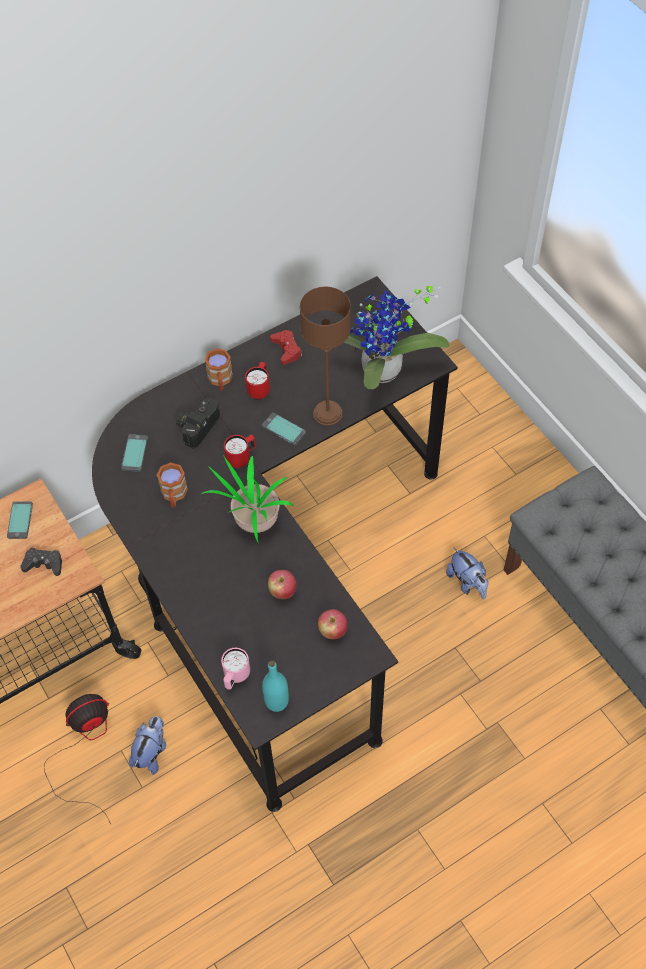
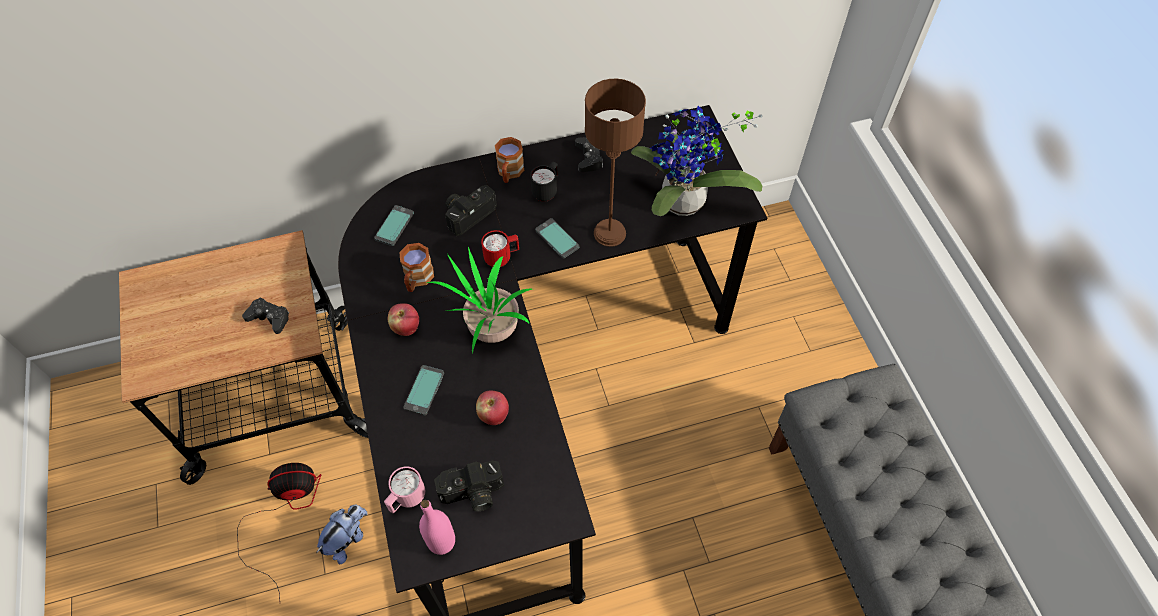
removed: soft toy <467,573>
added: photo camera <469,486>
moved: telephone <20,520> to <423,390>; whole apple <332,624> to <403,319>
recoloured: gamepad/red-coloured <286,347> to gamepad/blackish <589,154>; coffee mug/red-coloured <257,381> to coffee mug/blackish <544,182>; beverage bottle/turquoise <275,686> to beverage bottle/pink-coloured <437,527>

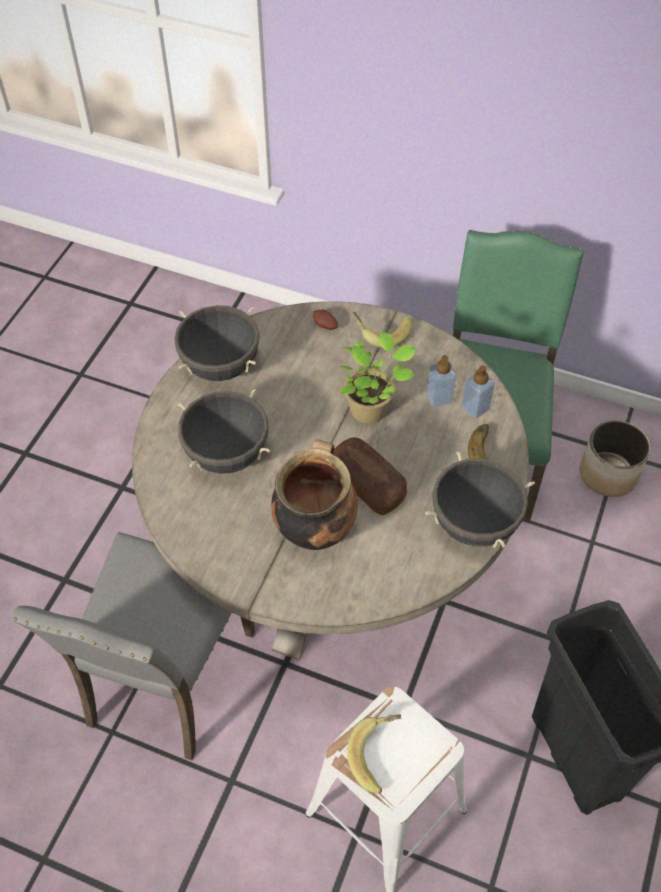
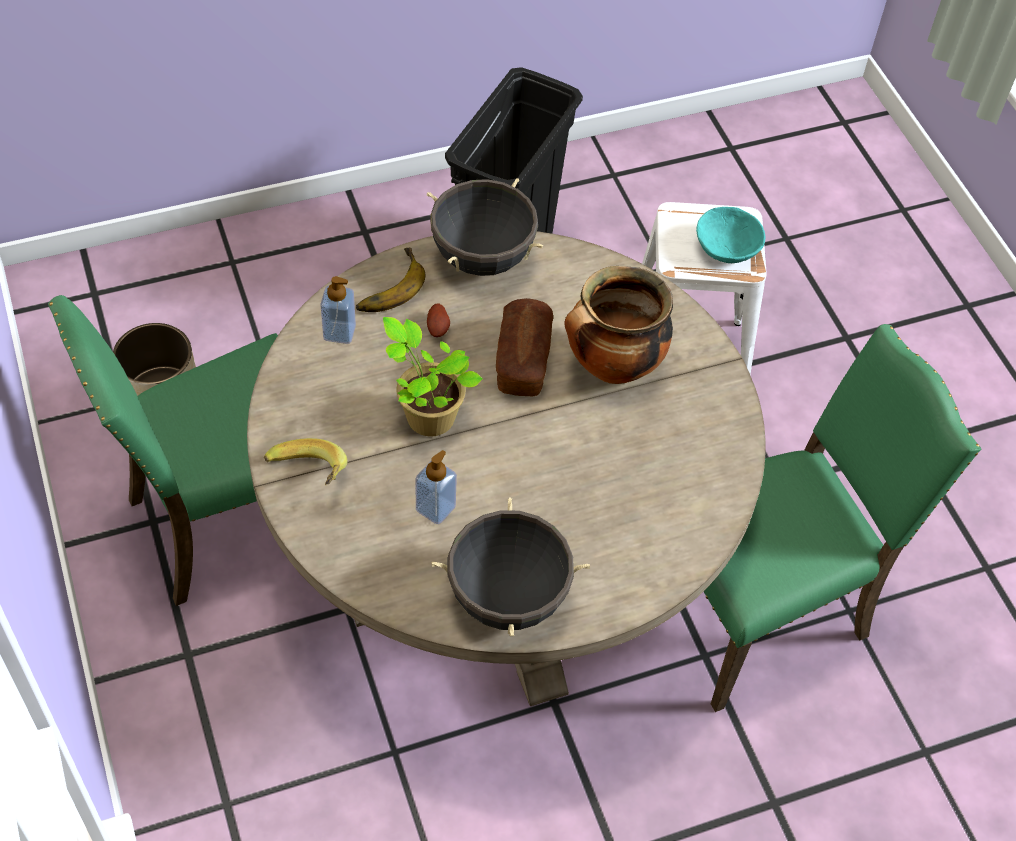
removed: cooking pot/blackish <224,431>
moved: whole potato <325,320> to <438,320>; soap bottle <441,381> to <436,487>
replaced: banana <374,754> to bowl/turquoise <730,235>
recoloured: upright chair/greyish <133,646> to upright chair/green-coloured <842,518>

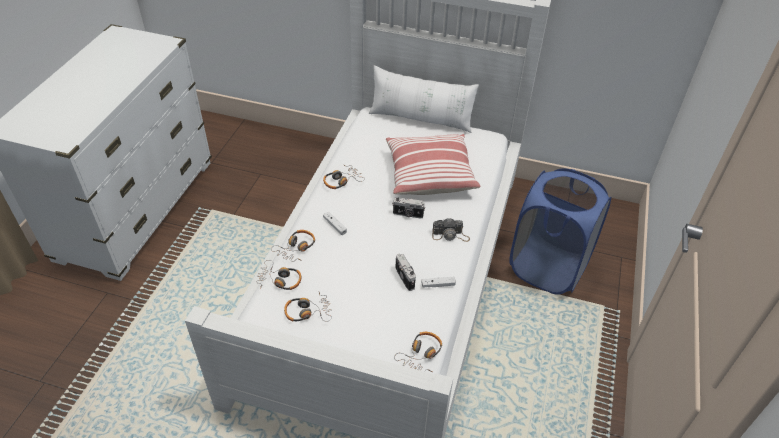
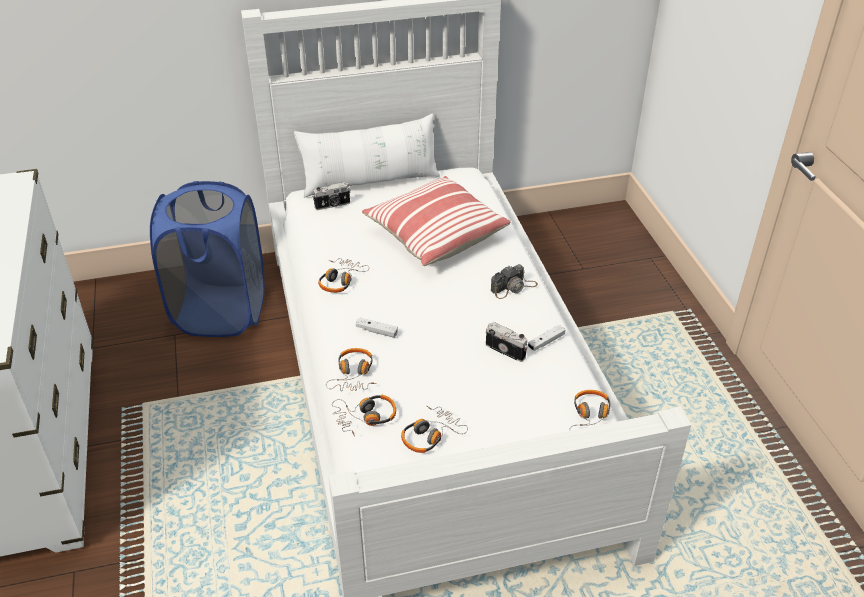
moved: washing basket/blue-coloured <560,231> to <207,259>; photo camera <408,208> to <331,196>

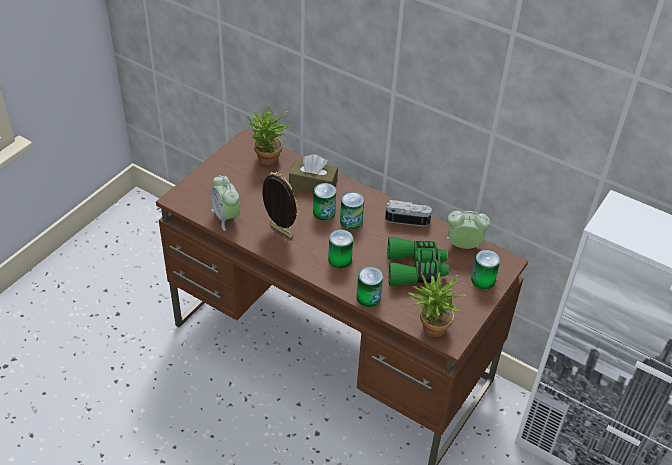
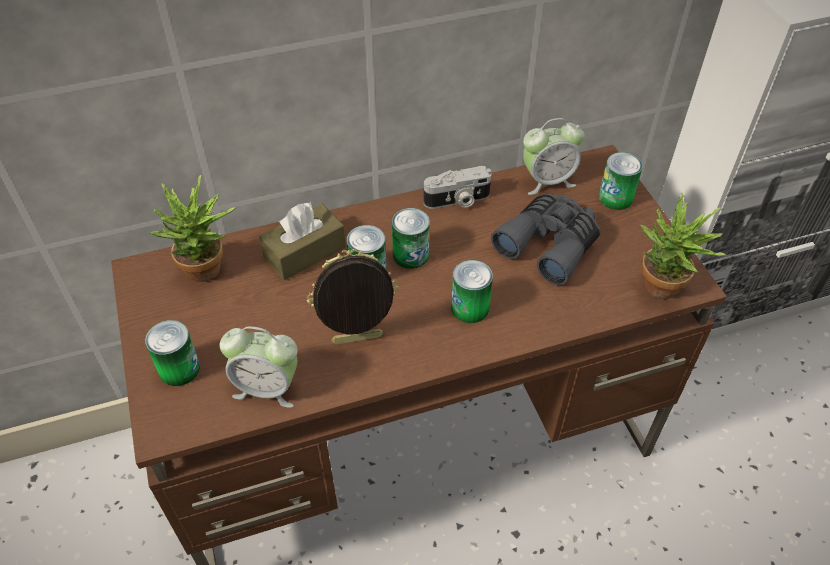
moved: can <369,287> to <172,353>
recoloured: binoculars/green-coloured <418,261> to binoculars/greyish <546,239>
turned: photo camera <408,213> = <457,187> 150 degrees counterclockwise; table clock <468,230> = <554,156> 150 degrees counterclockwise

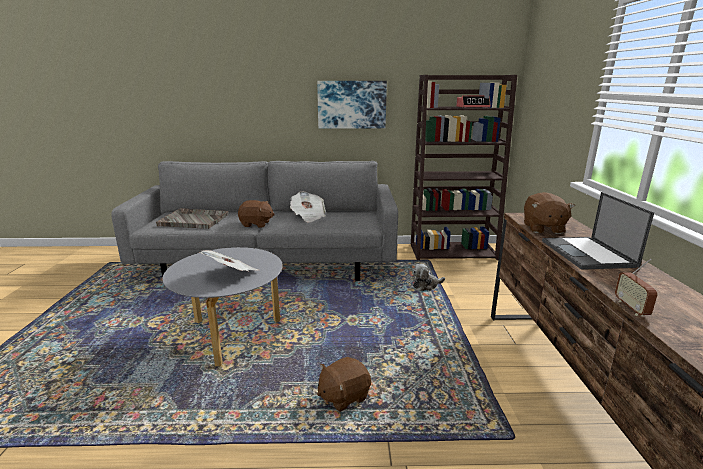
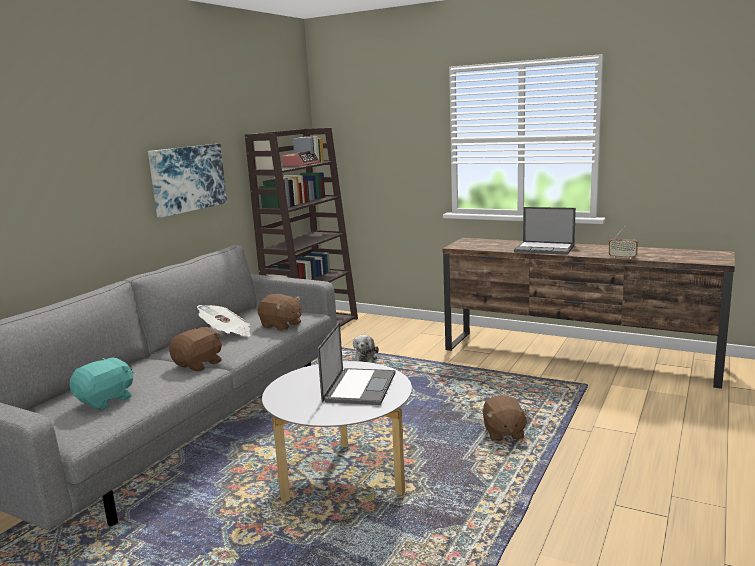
moved: soft toy/brownish <549,213> to <279,312>
replaced: tray/greyish <192,218> to soft toy/turquoise <101,383>; newspaper <228,260> to laptop <356,363>

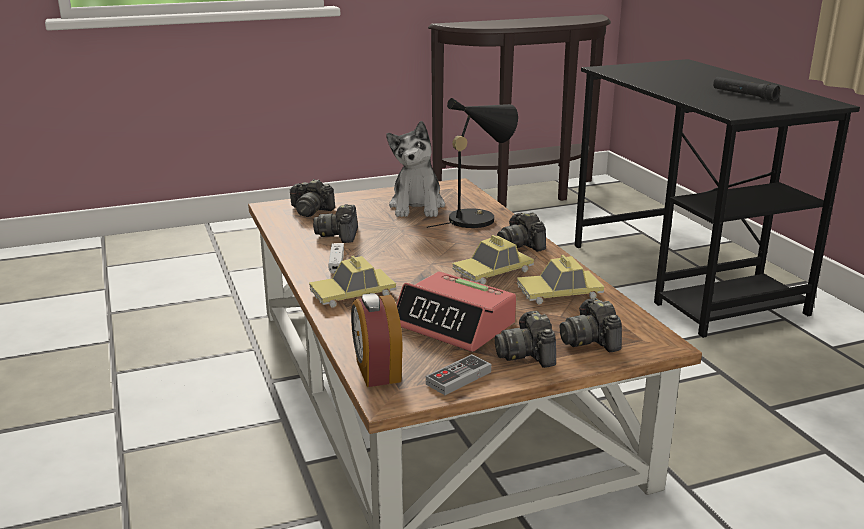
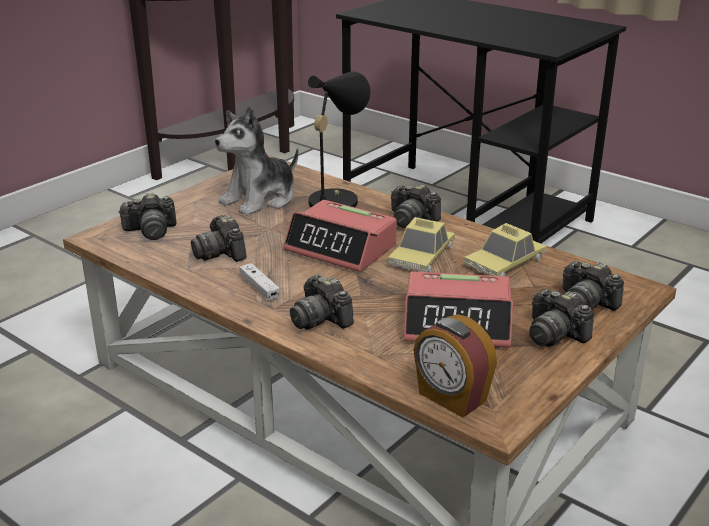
removed: torch/blackish <746,89>; gamepad <458,374>
added: table clock <340,236>
replaced: toy car <352,281> to photo camera <322,302>
turned: soft toy <415,169> = <257,161> 75 degrees clockwise

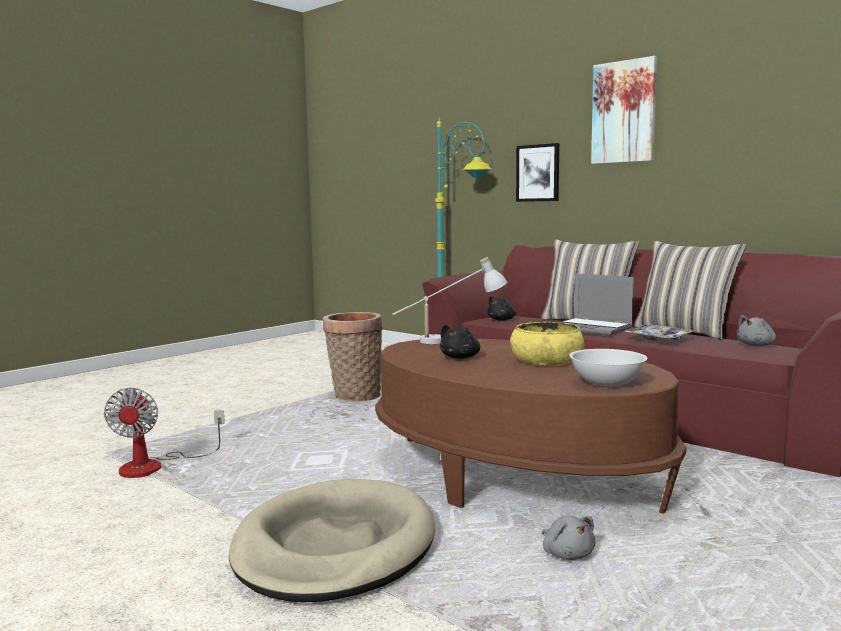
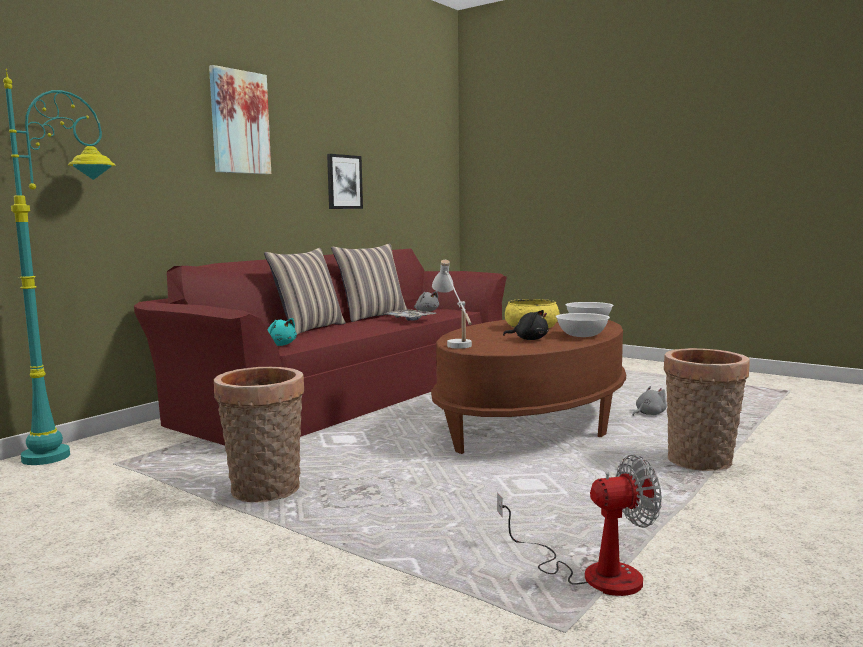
removed: laptop <597,304>
added: bowl/white-coloured <583,325>
moved: wall art <537,172> to <345,181>
replaced: pet bed/beige-coloured <332,540> to household basket <707,409>
recoloured: soft toy/blackish <502,308> to soft toy/turquoise <282,332>

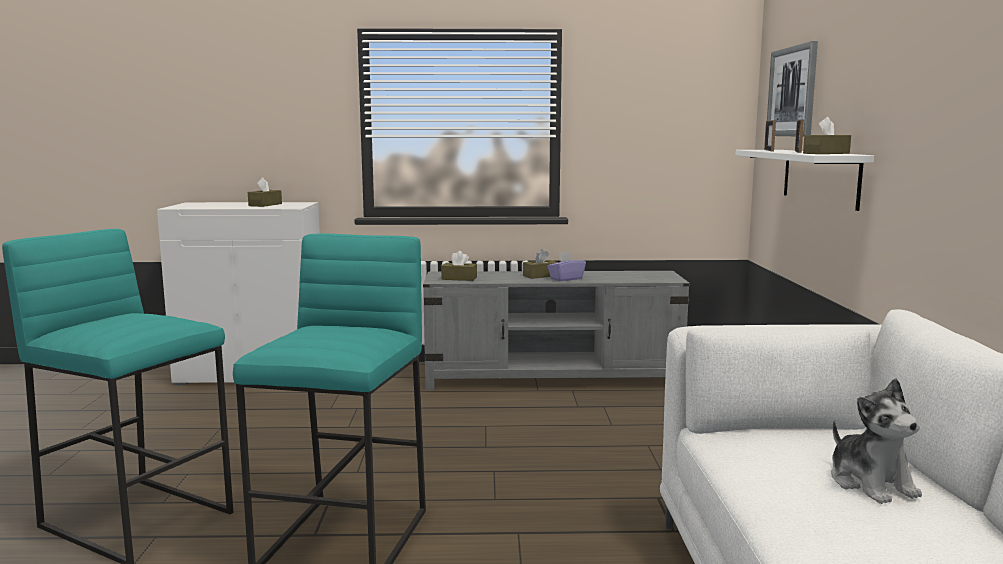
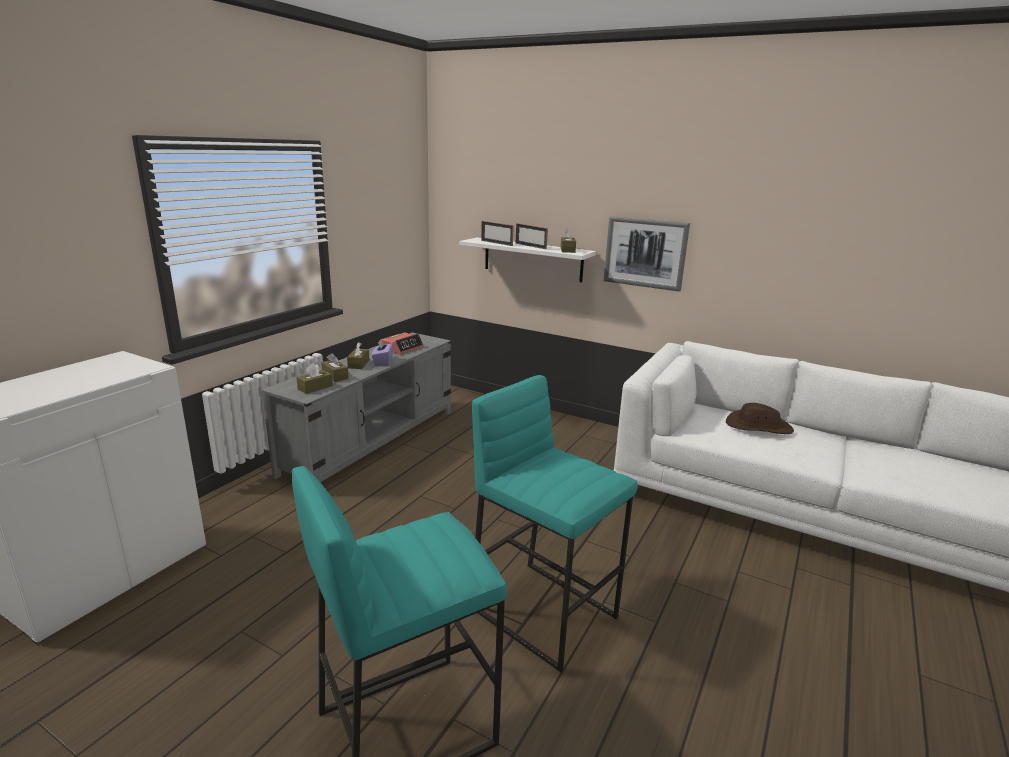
added: table clock <403,343>
moved: wall art <792,89> to <647,254>; tissue box/brownish <265,192> to <335,367>
replaced: soft toy <876,441> to clothing hat/brownish <760,418>

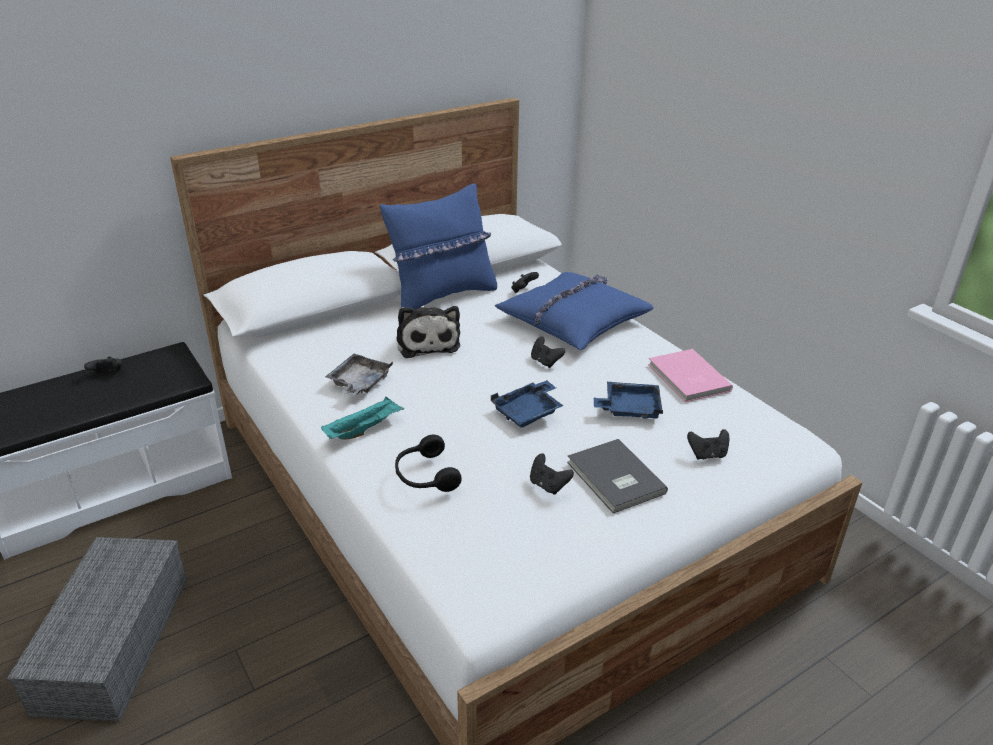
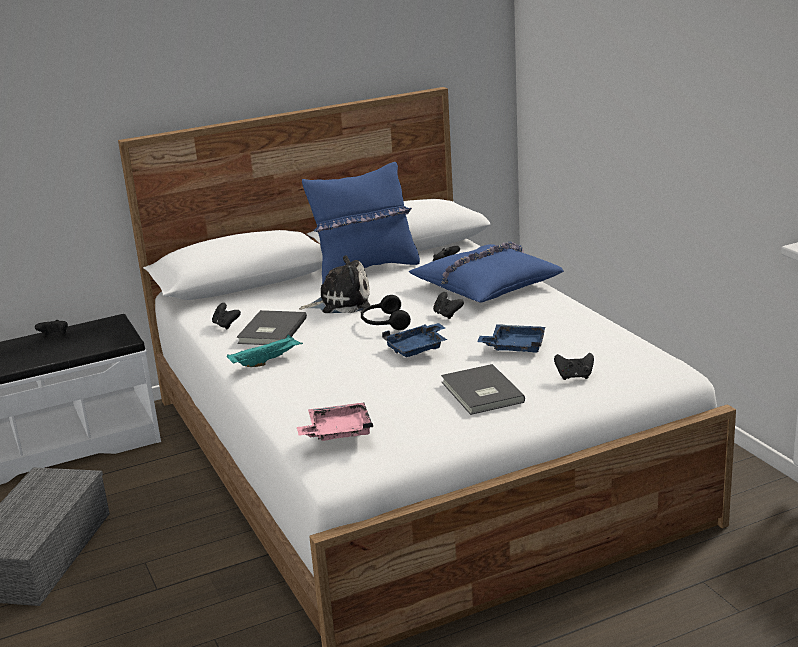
removed: book/pink-coloured <690,375>
added: tray/pink-coloured <335,422>
moved: headphones/blackish <428,463> to <386,312>; gamepad/blackish <552,474> to <226,316>
replaced: tray/greyish <359,375> to book/greyish <272,327>
turned: soft toy <428,332> = <334,284> 90 degrees counterclockwise

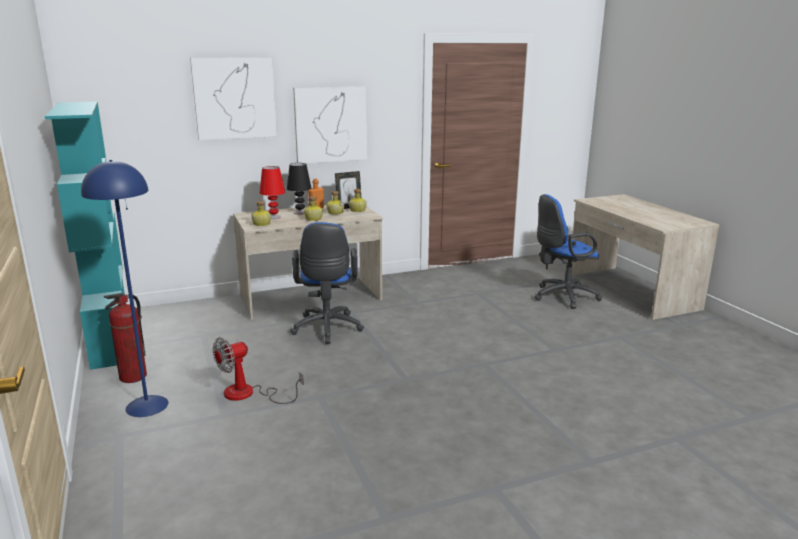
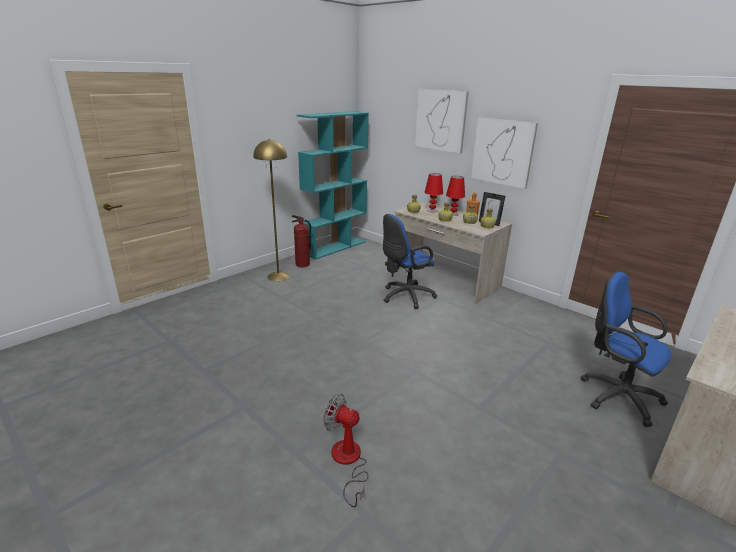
moved: electric fan <258,370> to <345,450>
recoloured: floor lamp/blue-coloured <125,288> to floor lamp/yellowish <271,210>; lamp for a table/blackish <299,189> to lamp for a table/red-coloured <455,196>

